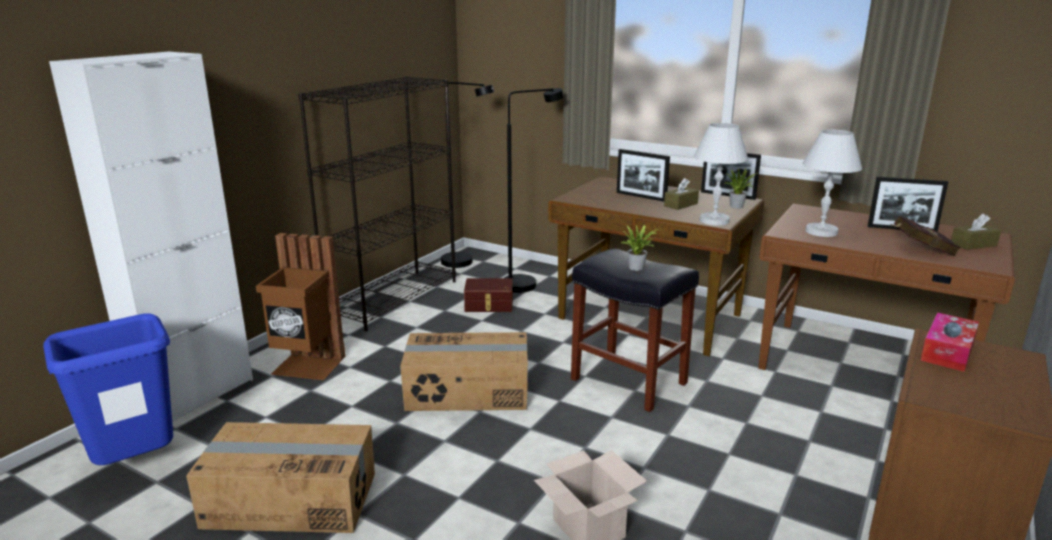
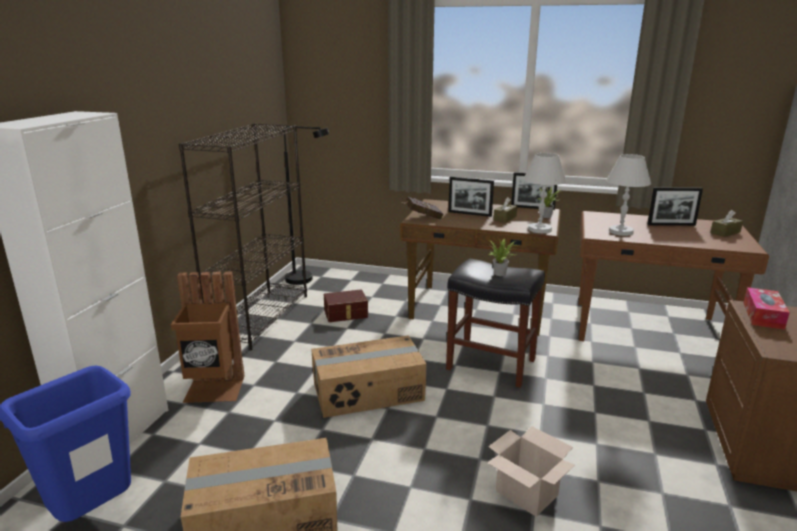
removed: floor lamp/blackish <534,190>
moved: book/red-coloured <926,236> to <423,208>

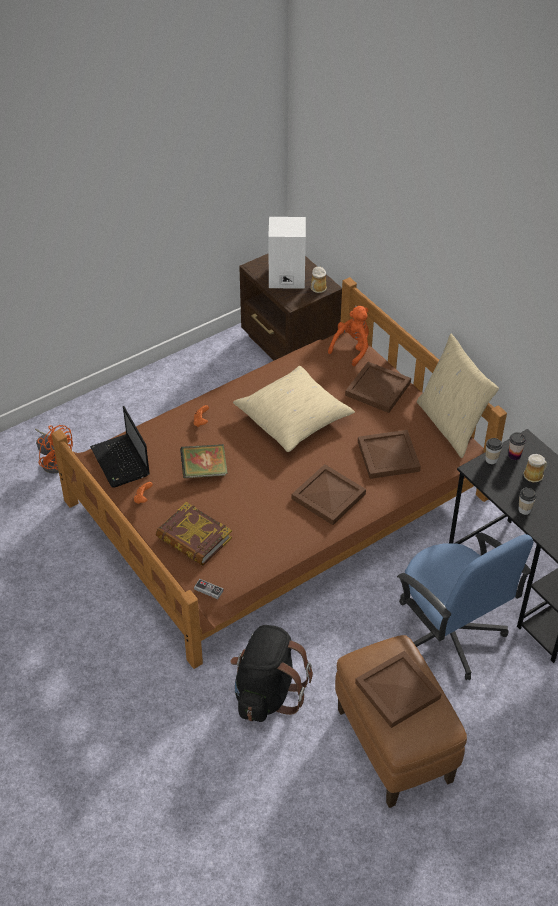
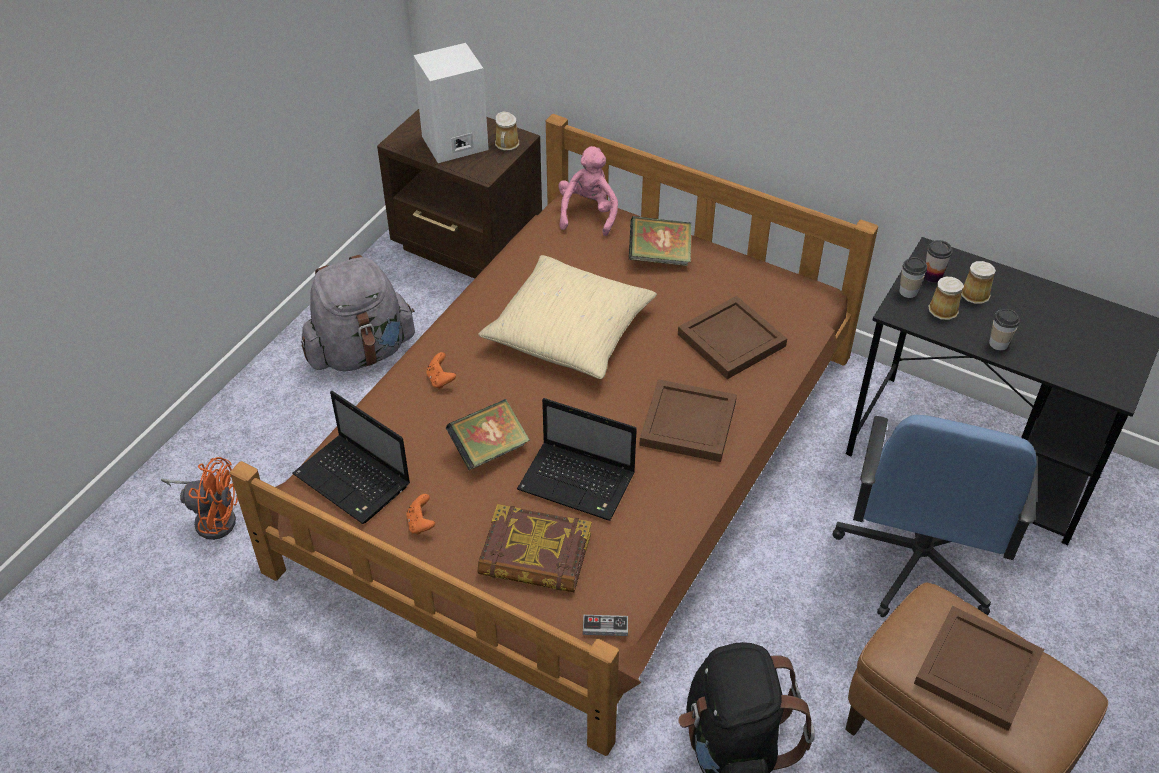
removed: cushion/beige-coloured <458,396>
added: rucksack/greyish <358,313>; coffee mug <946,298>; laptop <577,459>
replaced: tray/brownish <378,387> to book <660,241>
recoloured: soft toy/orange-coloured <348,336> to soft toy/pink-coloured <588,191>
turned: computer chair/blue-coloured <465,606> = <935,516> 75 degrees clockwise

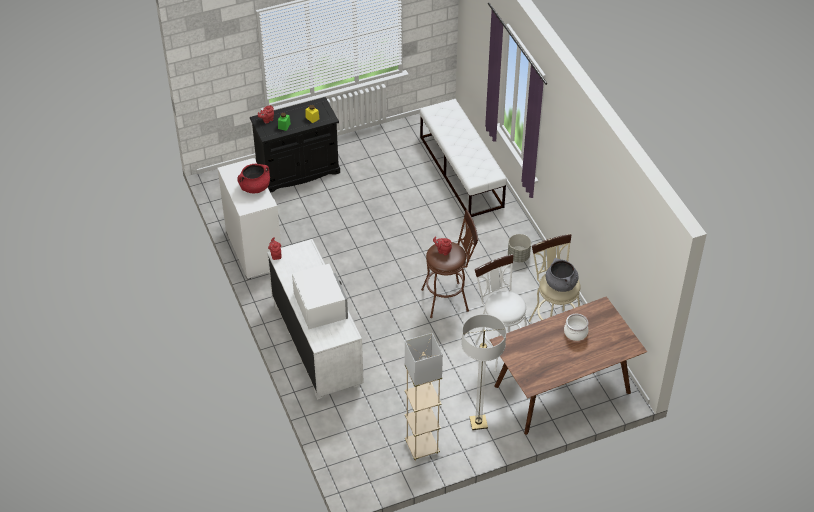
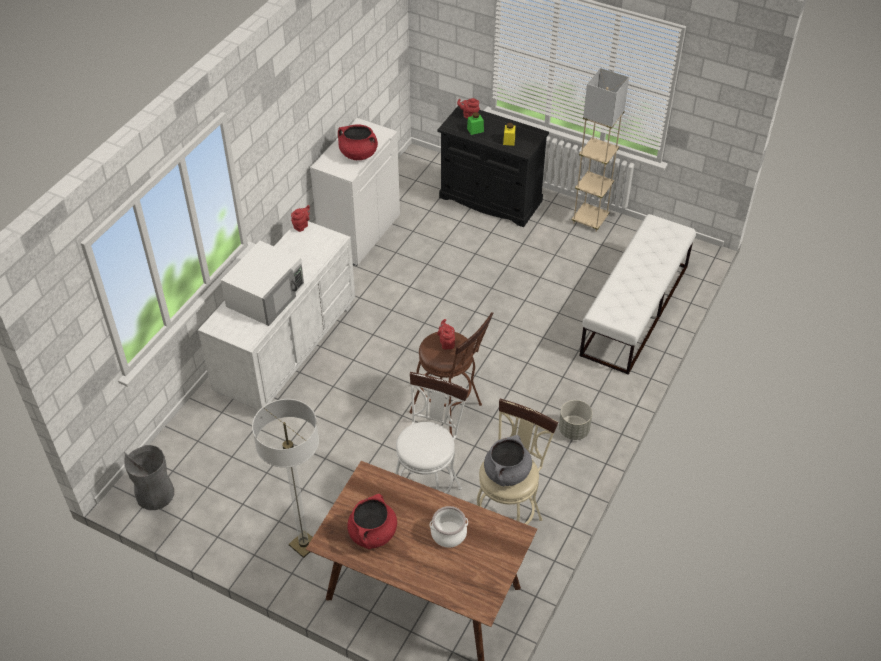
added: waste bin/greyish <149,477>; cooking pot/red-coloured <372,521>
moved: floor lamp/beige-coloured <424,397> to <600,150>

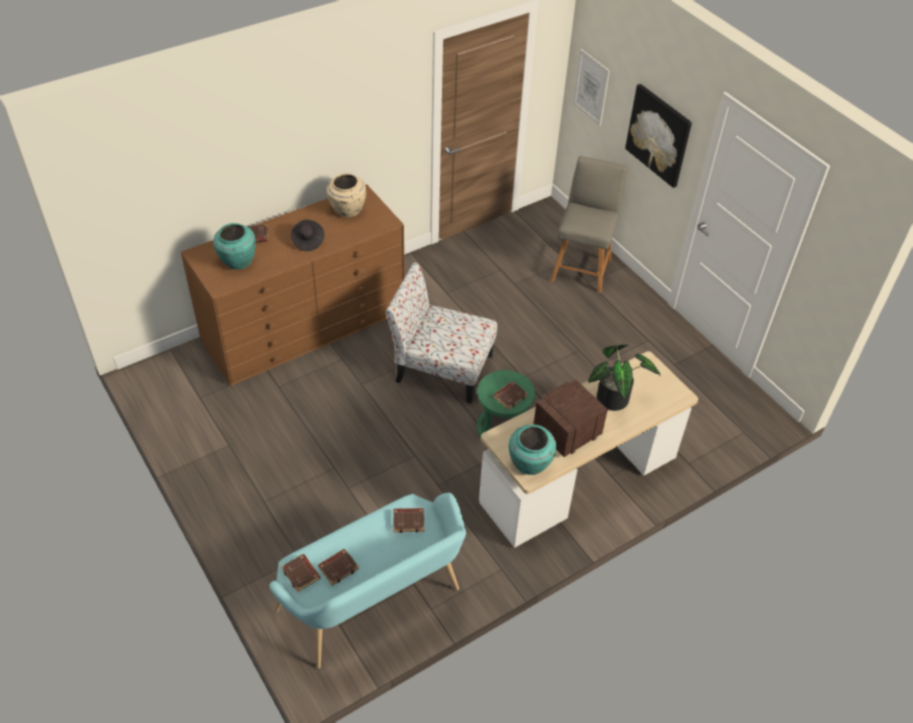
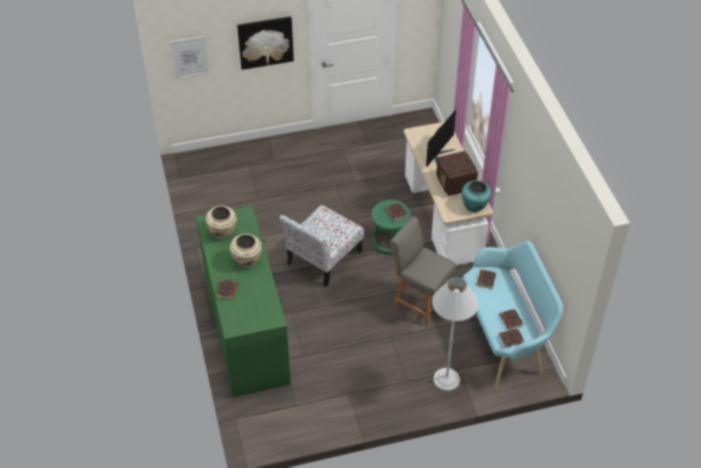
removed: vase/turquoise <234,246>
added: floor lamp/white-coloured <455,334>
moved: upright chair/greyish <589,224> to <423,271>
replaced: clothing hat/blackish <307,235> to vase/beige-coloured <246,251>; houseplant <624,377> to computer screen <441,138>
recoloured: chest of drawers/brownish <292,285> to chest of drawers/green-coloured <243,301>

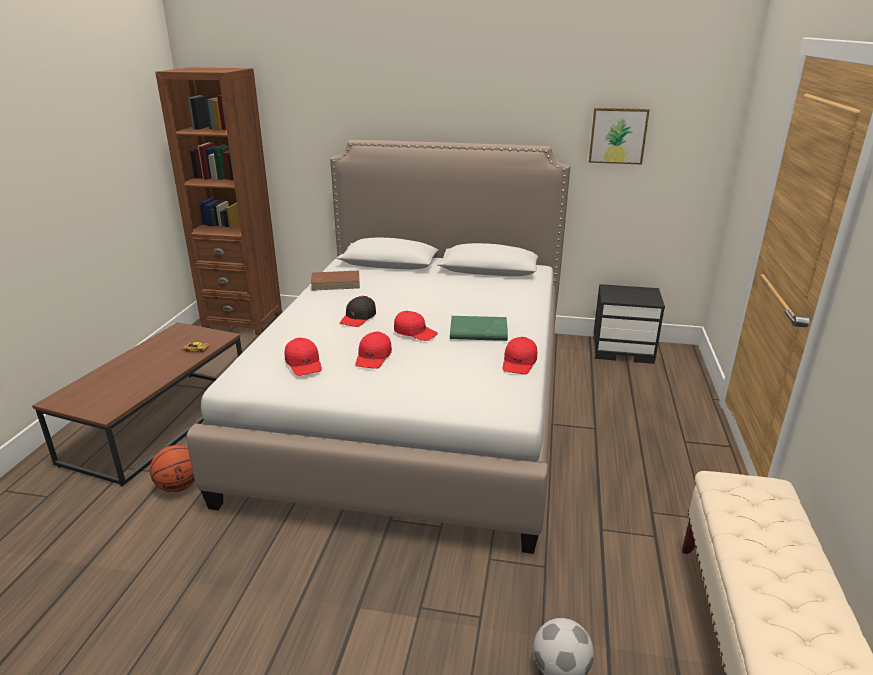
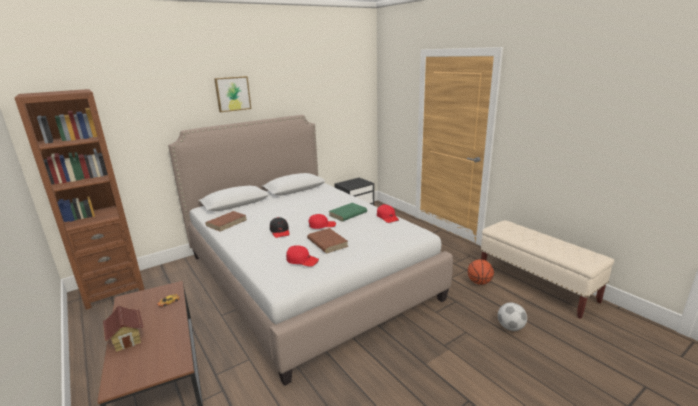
added: toy house <123,329>
moved: wall art <619,136> to <232,94>; ball for basketball <172,468> to <481,272>
replaced: baseball cap/red-coloured <373,350> to book/brownish <327,240>

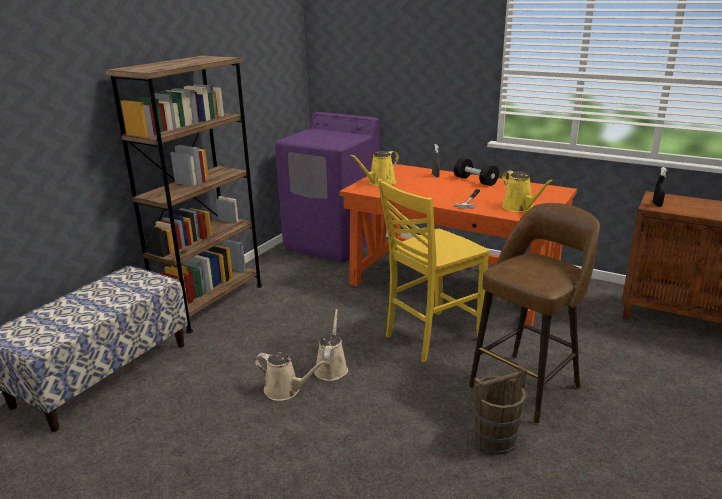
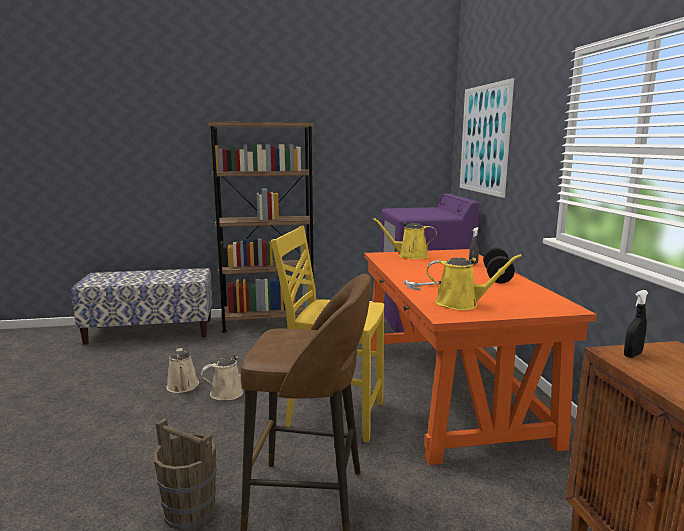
added: wall art <487,138>
turned: sprinkling can/yellowish <528,191> = <474,282> 105 degrees counterclockwise

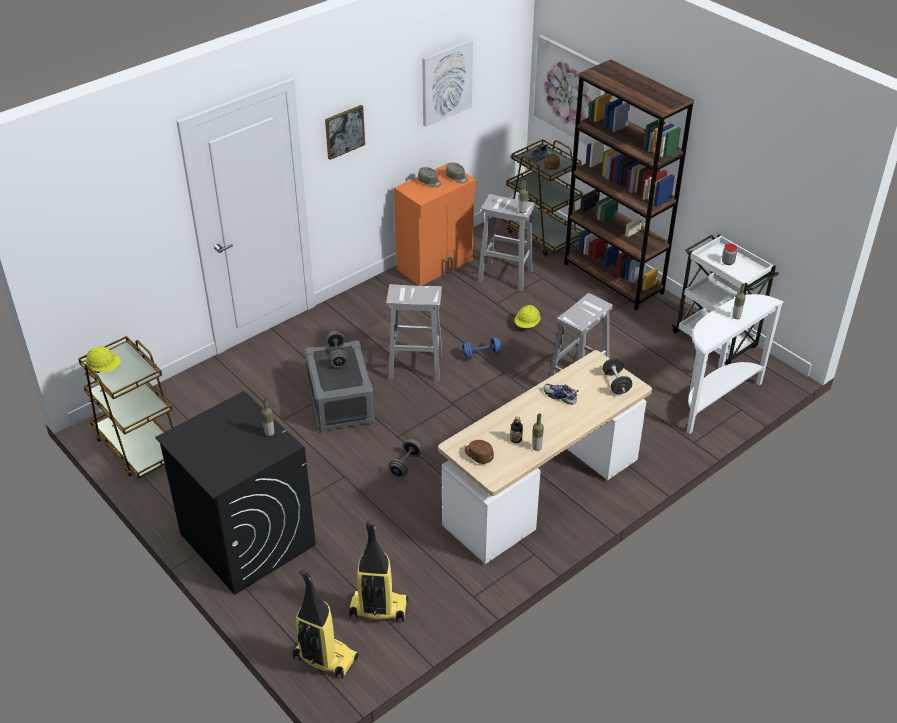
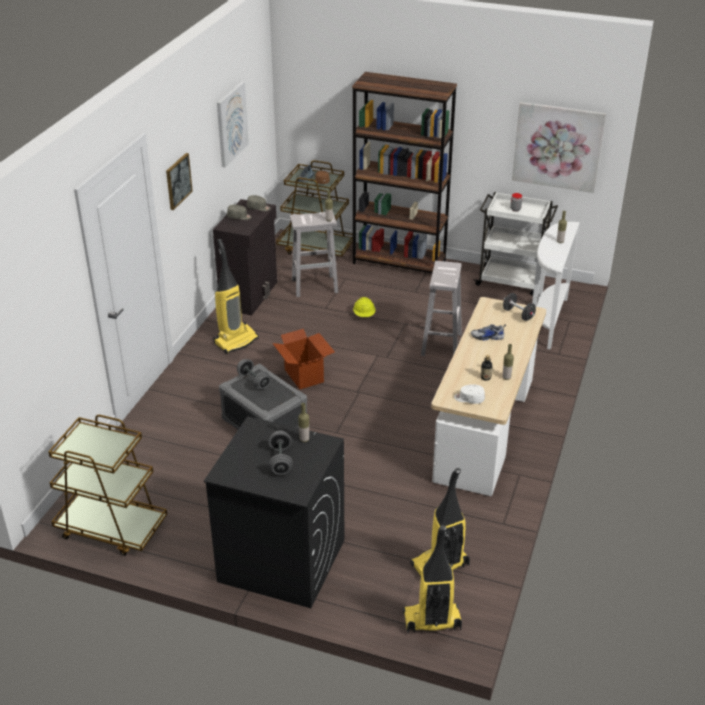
removed: hand weight/blue-coloured <481,348>; work helmet/yellowish <103,360>
added: vacuum cleaner <236,296>
moved: wall art <569,90> to <559,147>; hand weight/greyish <405,458> to <280,452>
replaced: sitting stool/white-coloured <414,333> to cardboard box <303,359>
recoloured: cupboard/orange-coloured <435,224> to cupboard/blackish <245,257>; baseball cap/brownish <479,452> to baseball cap/white-coloured <469,394>

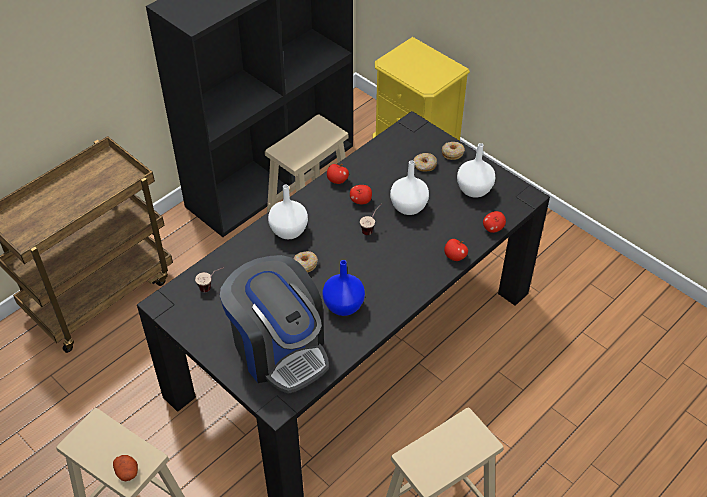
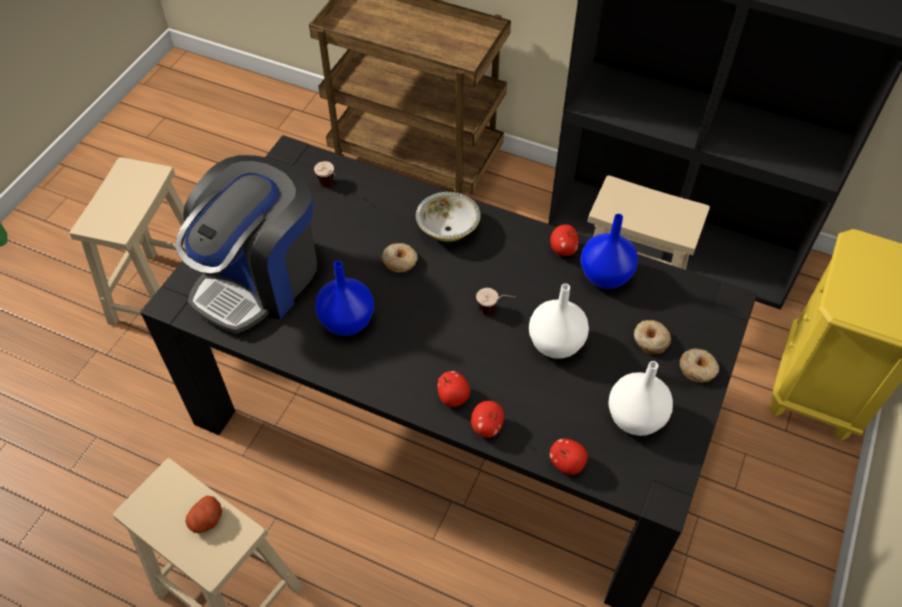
added: vase/blue-coloured <609,251>
moved: whole apple <361,194> to <454,389>; whole potato <125,468> to <204,514>
replaced: vase/white-coloured <288,211> to bowl <448,217>

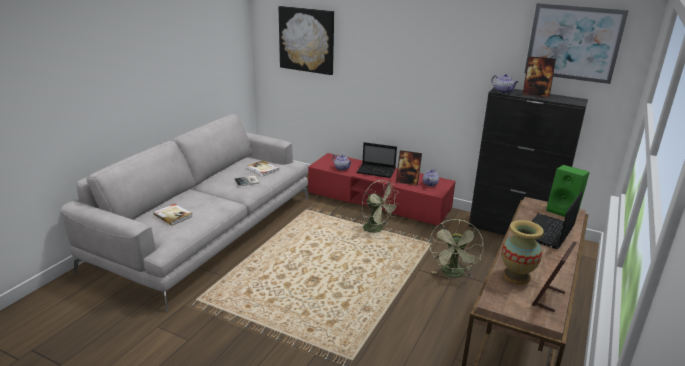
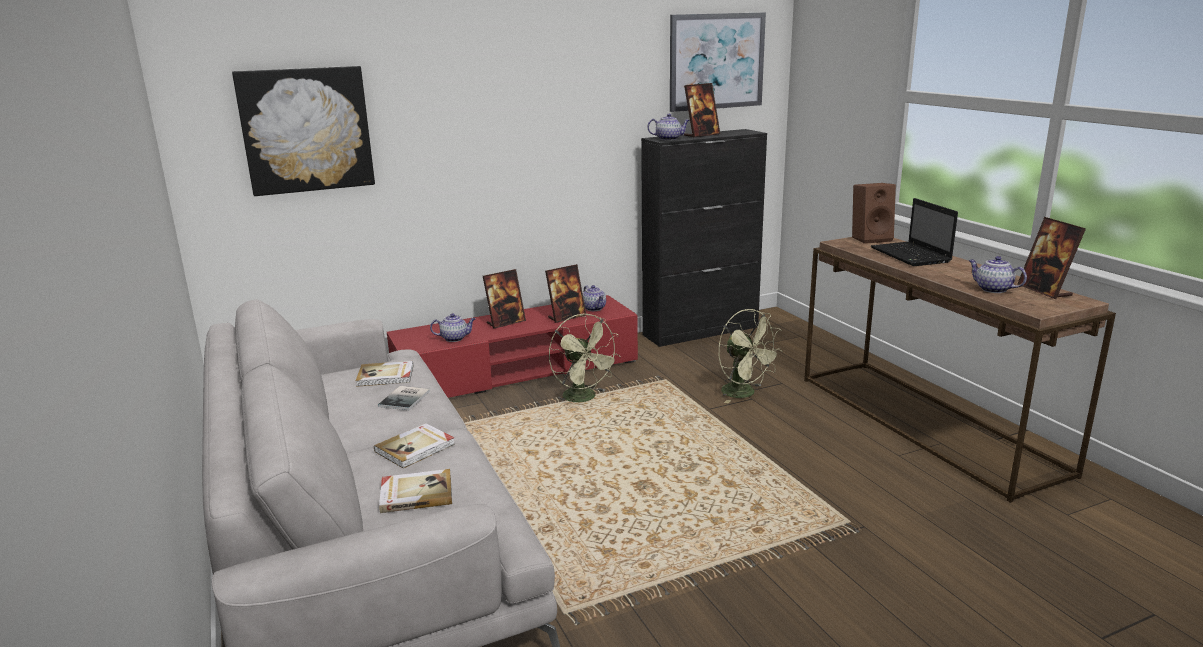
added: book <414,446>
replaced: laptop <377,160> to standing frame <504,299>; vase <523,252> to tea pot <997,274>
recoloured: loudspeaker/green-coloured <568,191> to loudspeaker/brownish <874,213>
turned: electric fan/green-coloured <381,206> = <584,358> 60 degrees clockwise

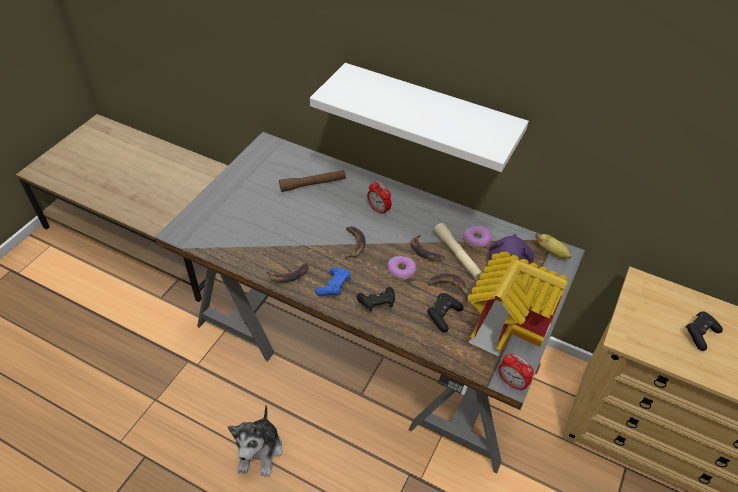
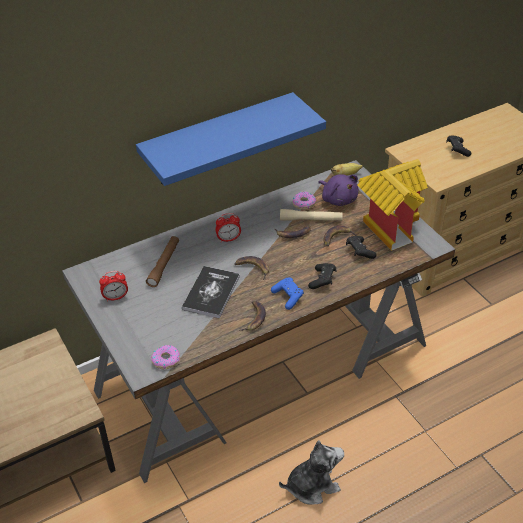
added: book <211,292>
moved: doughnut <402,267> to <165,357>; table clock <516,372> to <113,286>
recoloured: shelf/white-coloured <419,117> to shelf/blue-coloured <231,139>
turned: soft toy <255,441> = <311,472> 60 degrees counterclockwise

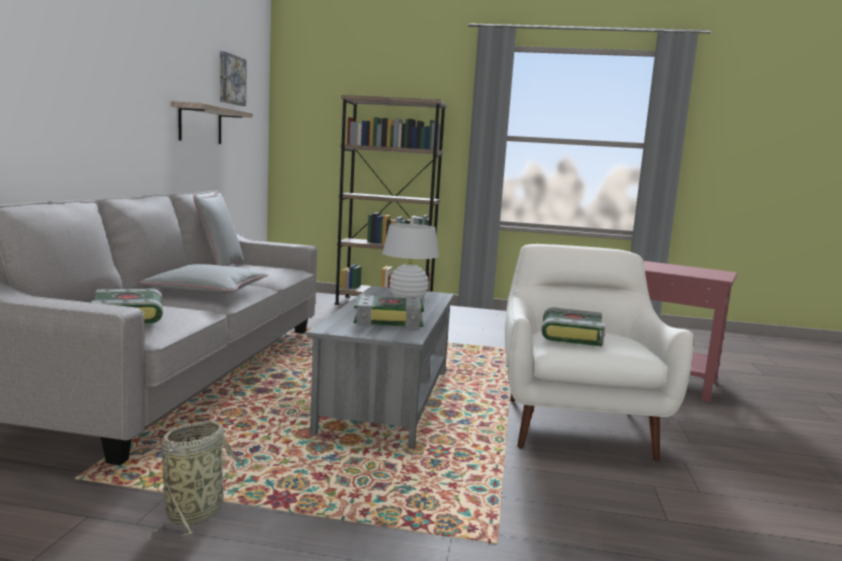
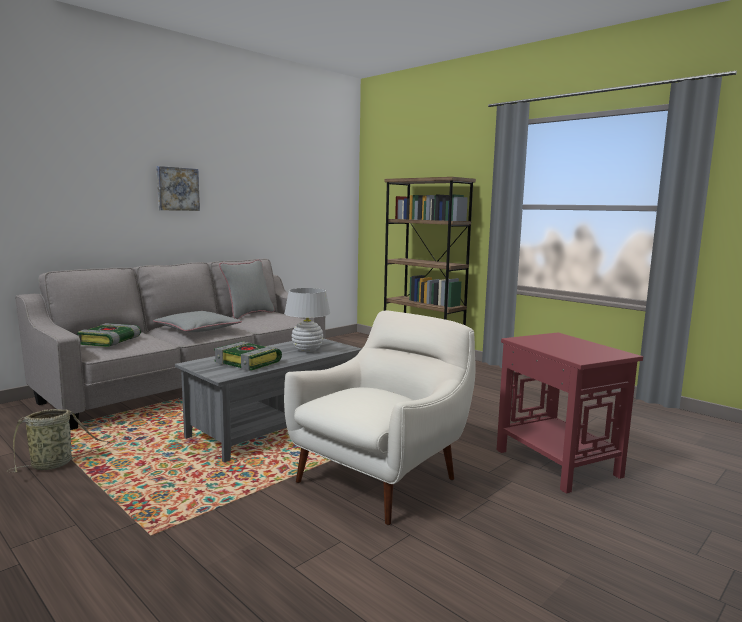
removed: shelf <212,122>; book <573,327>
moved: wall art <233,78> to <178,188>

